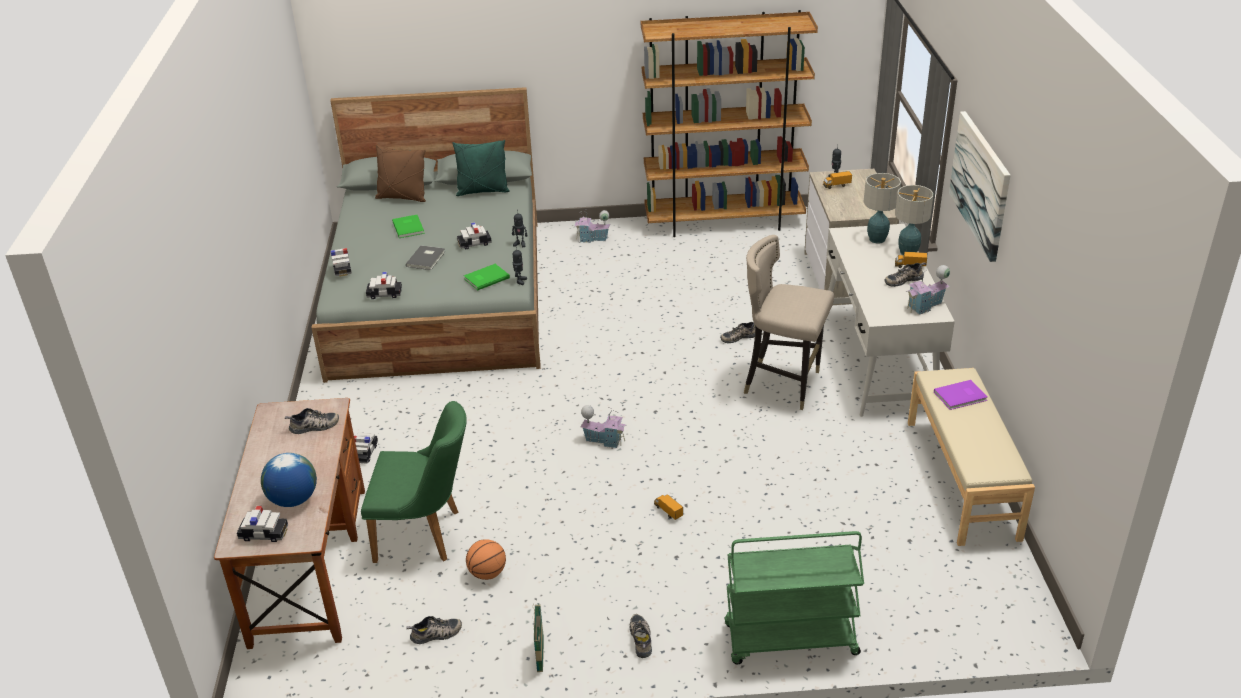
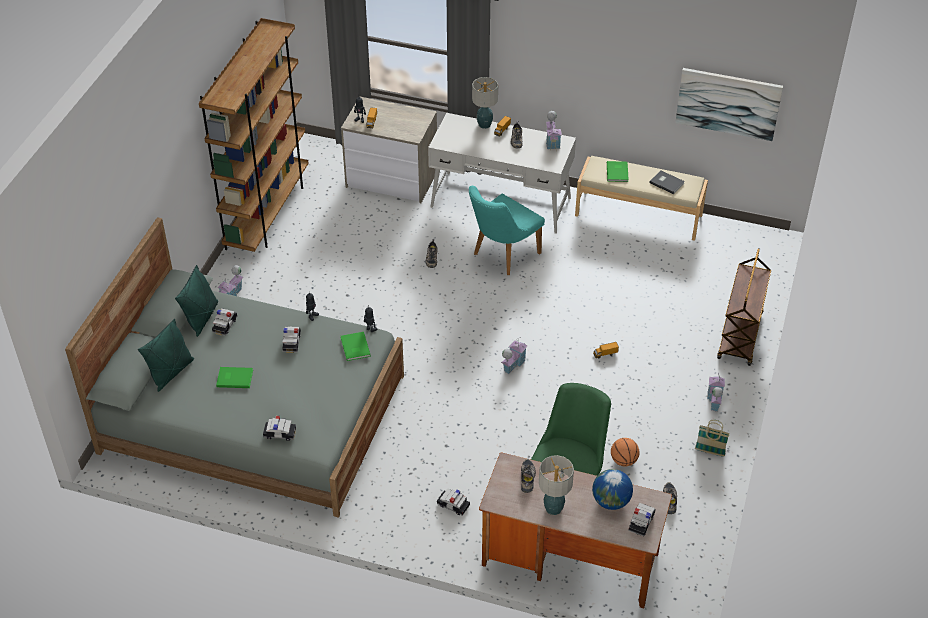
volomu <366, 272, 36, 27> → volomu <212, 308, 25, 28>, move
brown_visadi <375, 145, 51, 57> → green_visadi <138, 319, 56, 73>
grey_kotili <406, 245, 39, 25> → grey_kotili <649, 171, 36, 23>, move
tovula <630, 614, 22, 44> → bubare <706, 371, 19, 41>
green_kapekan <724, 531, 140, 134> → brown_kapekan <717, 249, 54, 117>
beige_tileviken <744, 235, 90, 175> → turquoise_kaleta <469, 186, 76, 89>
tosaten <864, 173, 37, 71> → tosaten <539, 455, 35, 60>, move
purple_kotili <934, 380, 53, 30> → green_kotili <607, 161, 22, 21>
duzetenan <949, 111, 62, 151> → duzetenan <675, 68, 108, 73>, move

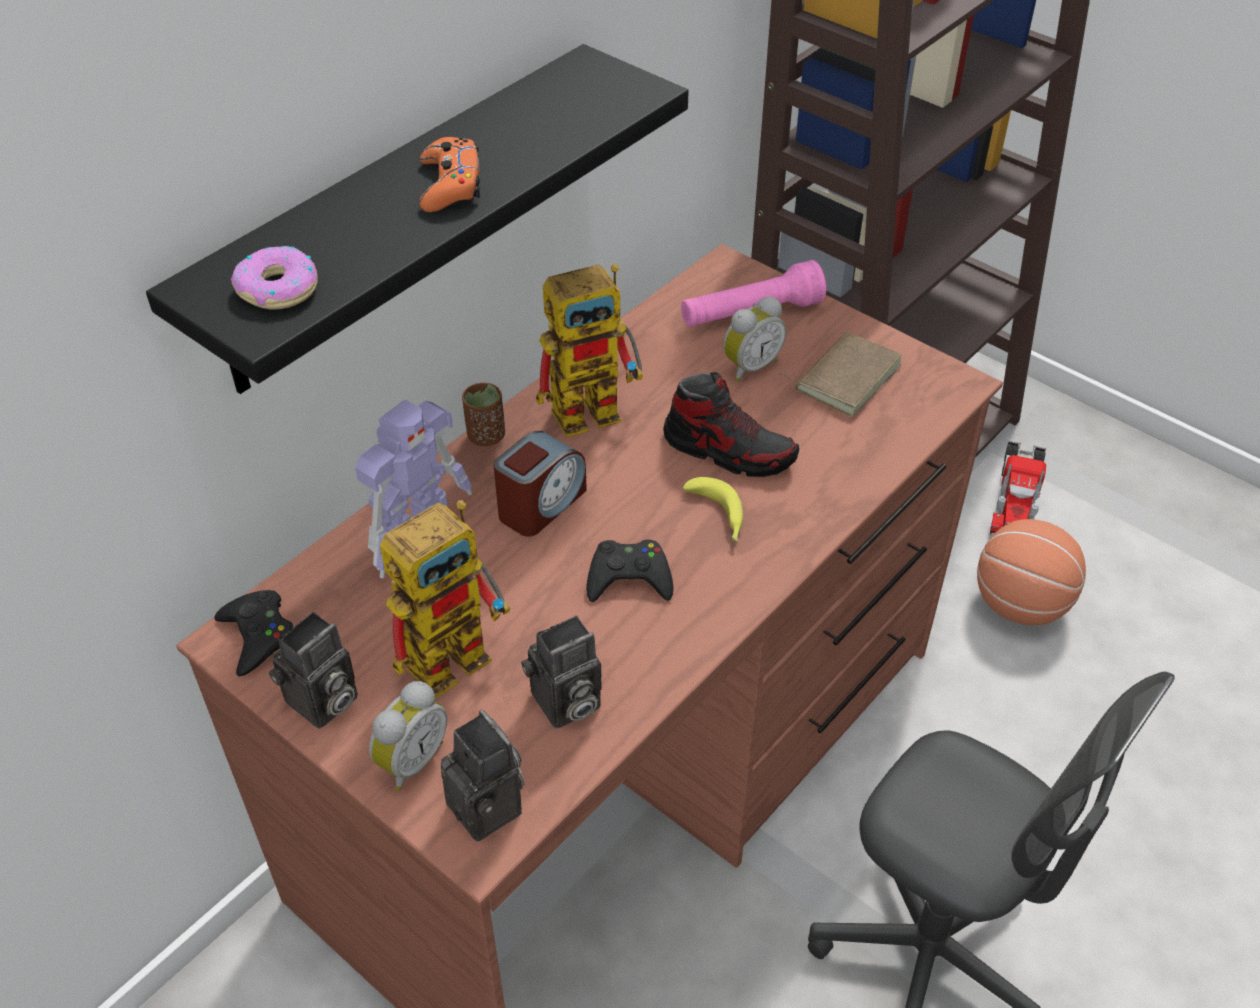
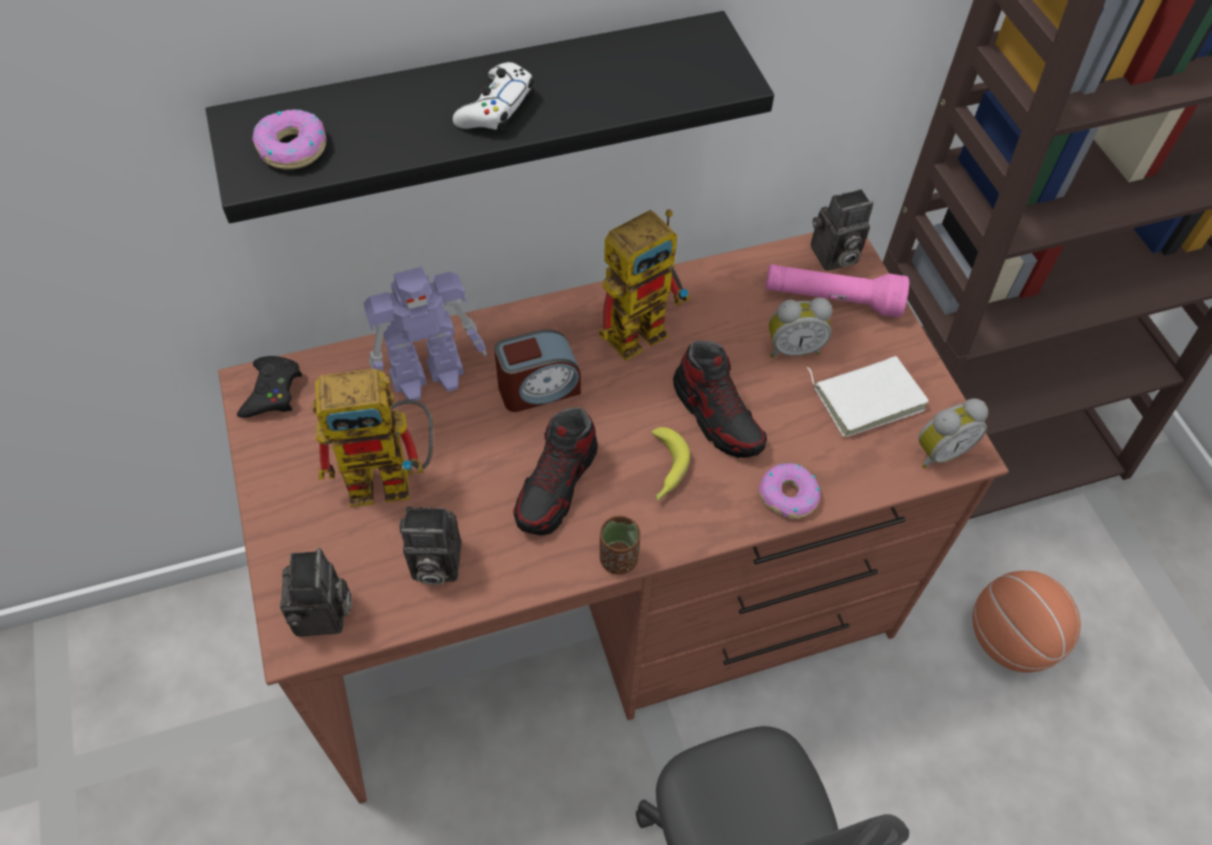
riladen <269, 612, 89, 117> → riladen <811, 189, 63, 82>, move
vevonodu <369, 681, 78, 110> → vevonodu <918, 399, 70, 69>, move
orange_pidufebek <419, 137, 61, 75> → white_pidufebek <453, 62, 81, 69>
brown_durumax <462, 383, 43, 63> → brown_durumax <600, 516, 40, 59>, move
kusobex <536, 264, 107, 173> → kusobex <599, 209, 92, 152>, 45 degrees counterclockwise
black_pidufebek <586, 540, 88, 62> → tovula <513, 407, 85, 128>
brown_kotili <778, 332, 123, 85> → white_kotili <807, 356, 122, 81>
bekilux <990, 441, 56, 96> → -
- → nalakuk <759, 463, 62, 55>

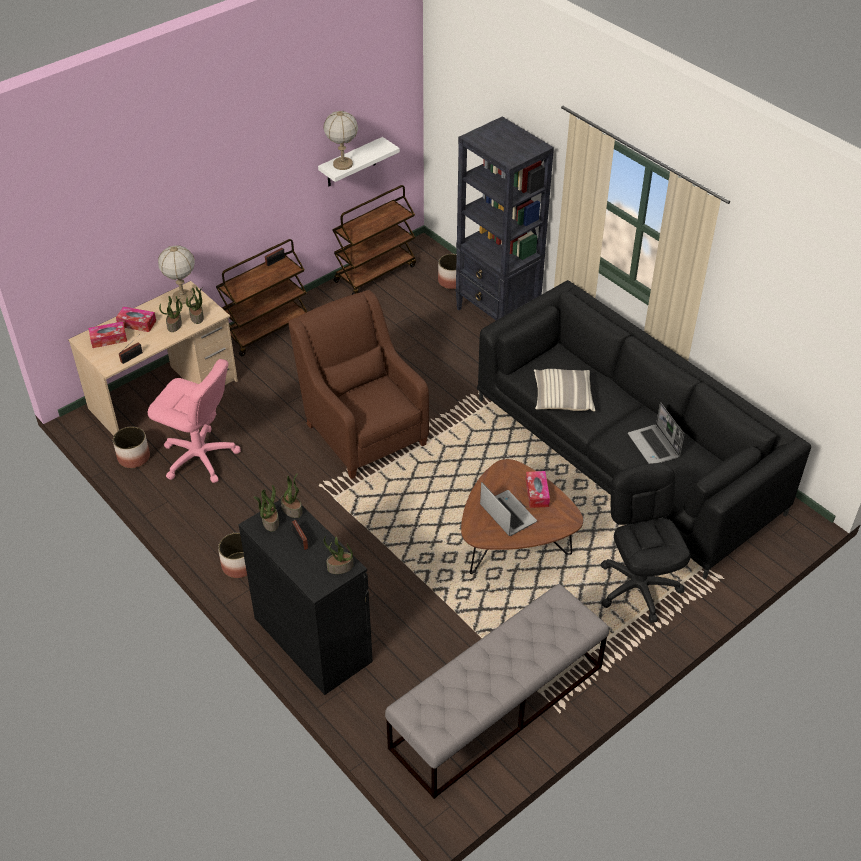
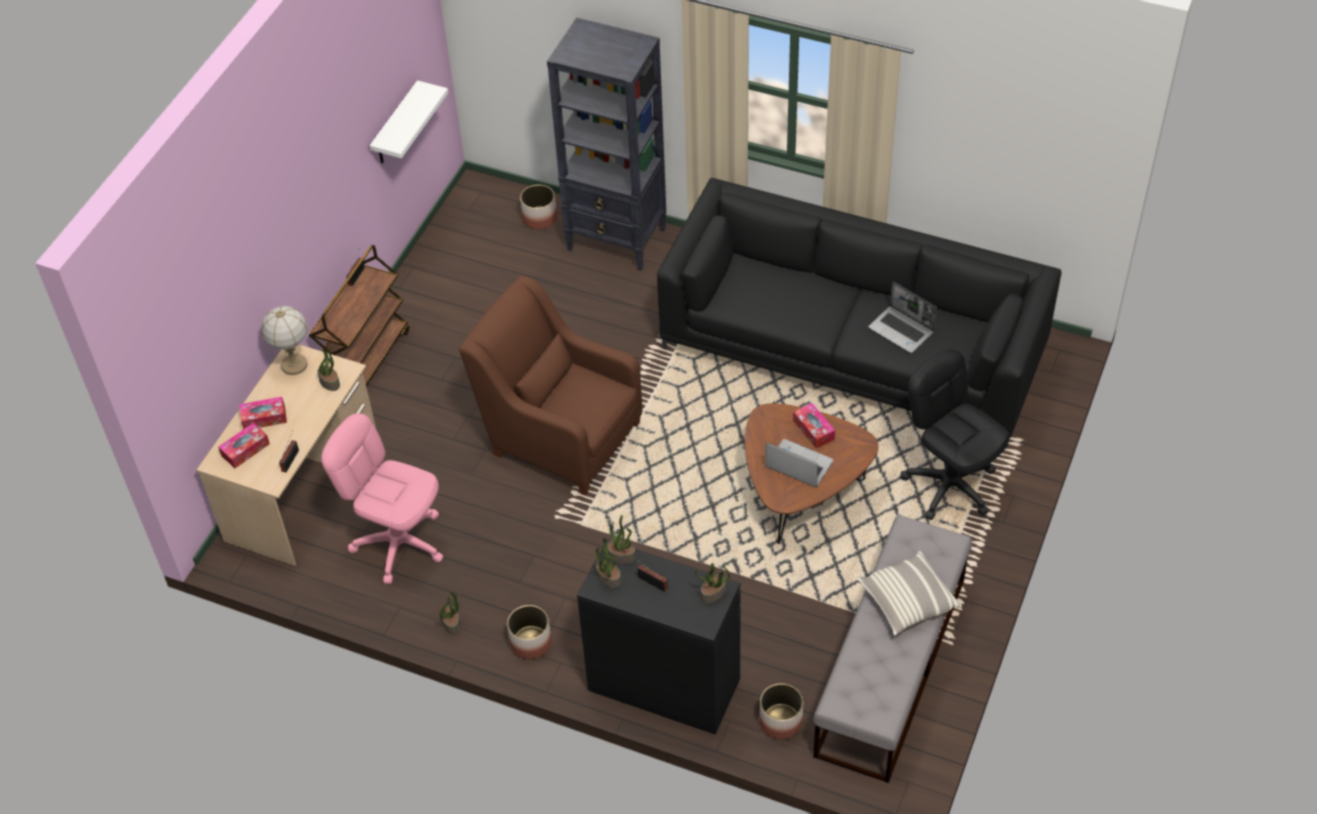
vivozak <113, 426, 37, 42> → vivozak <759, 683, 44, 56>, move
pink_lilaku <148, 359, 93, 124> → pink_lilaku <321, 413, 122, 171>, 150 degrees counterclockwise
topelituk <159, 296, 23, 36> → topelituk <439, 591, 21, 43>, move
tosaten <323, 111, 35, 59> → -
brown_kapekan <333, 185, 83, 110> → -
visadi <534, 369, 61, 42> → visadi <857, 551, 105, 84>, move

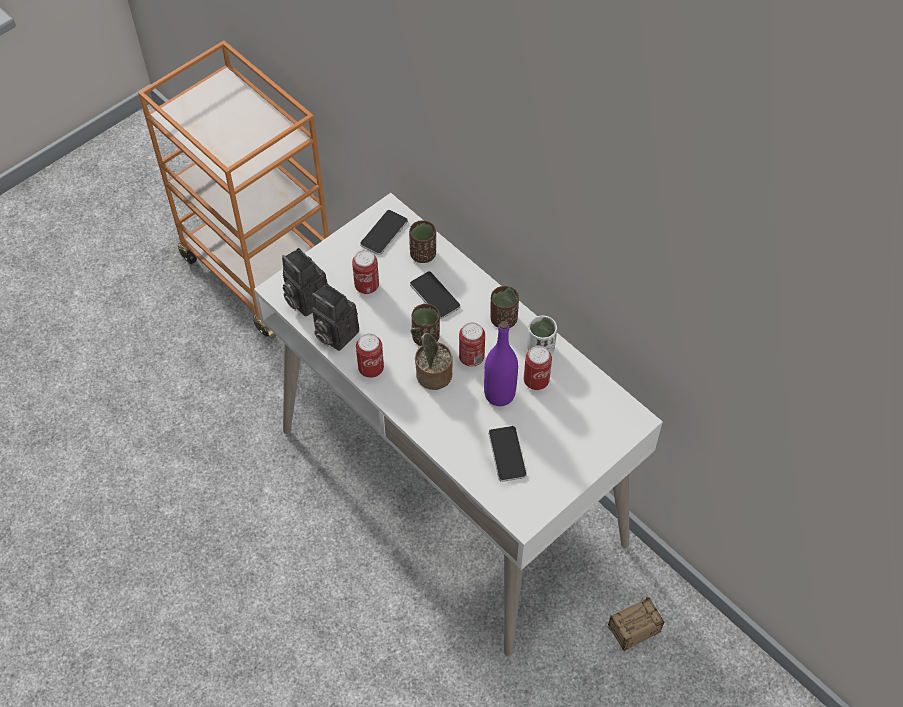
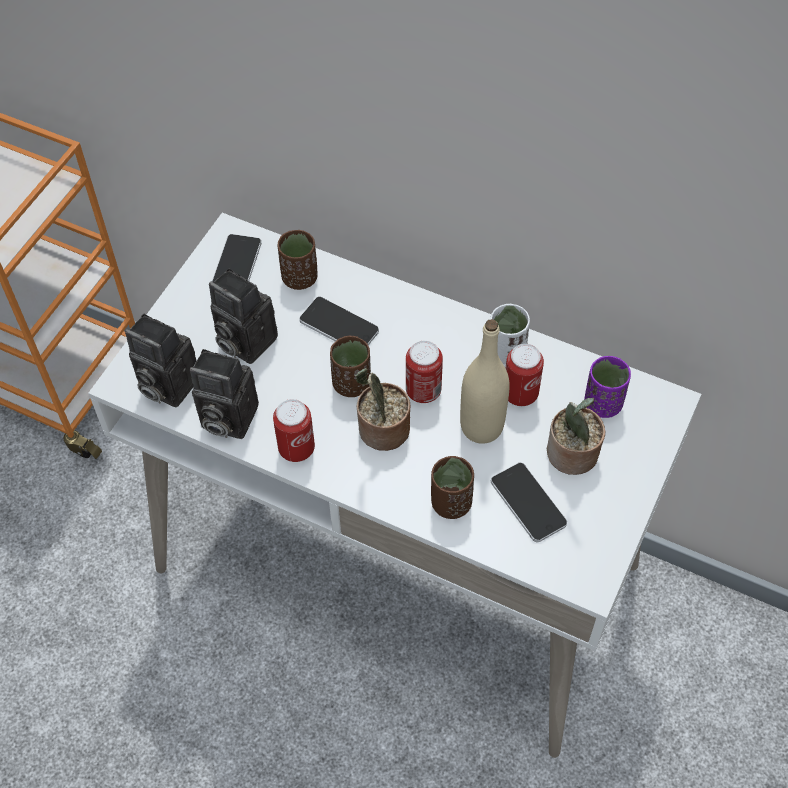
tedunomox <352, 250, 27, 44> → riladen <209, 269, 69, 95>
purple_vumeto <484, 321, 34, 85> → beige_vumeto <460, 319, 49, 125>
brown_durumax <490, 286, 29, 42> → brown_durumax <431, 456, 43, 63>, move
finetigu <573, 597, 91, 54> → -
- → topelituk <547, 398, 58, 77>
- → purple_durumax <584, 356, 47, 62>

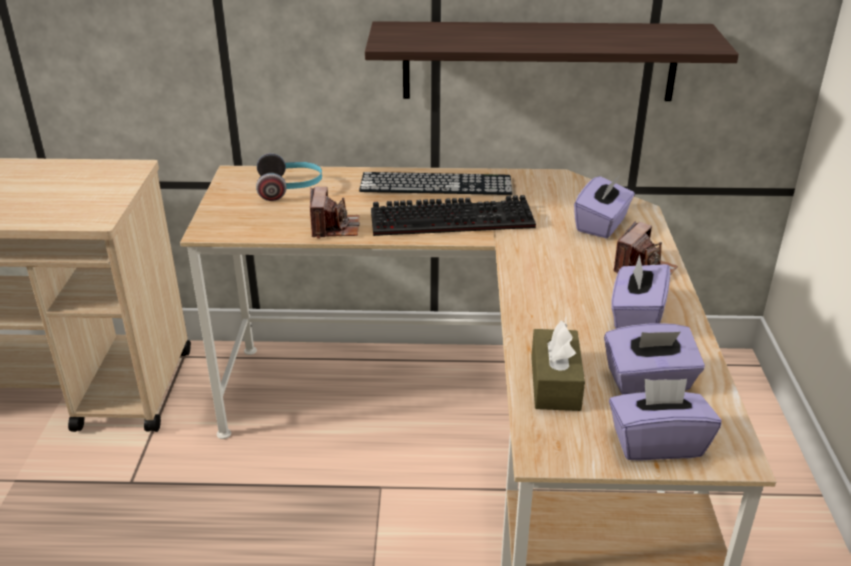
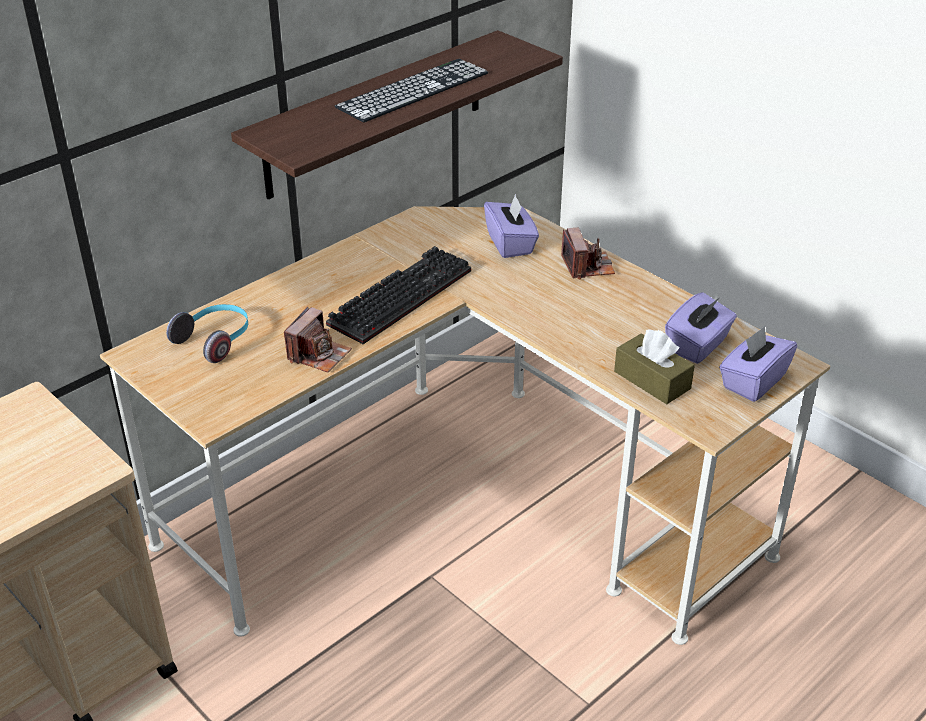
riladen <310, 187, 50, 52> → riladen <284, 307, 68, 66>, 75 degrees clockwise
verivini <359, 172, 153, 23> → verivini <335, 59, 153, 64>, move
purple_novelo <611, 254, 60, 75> → -

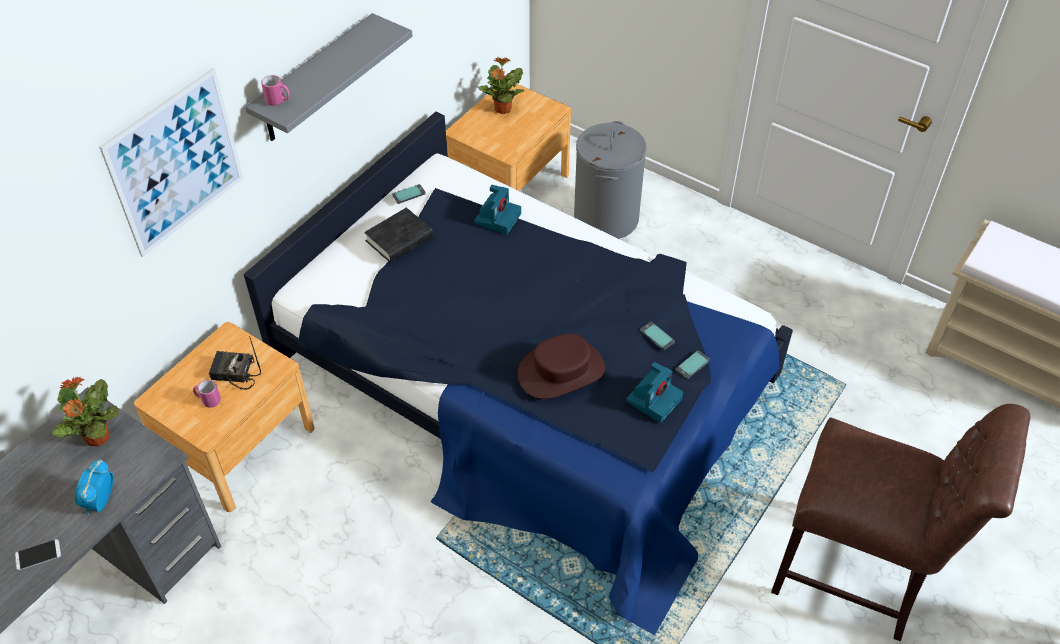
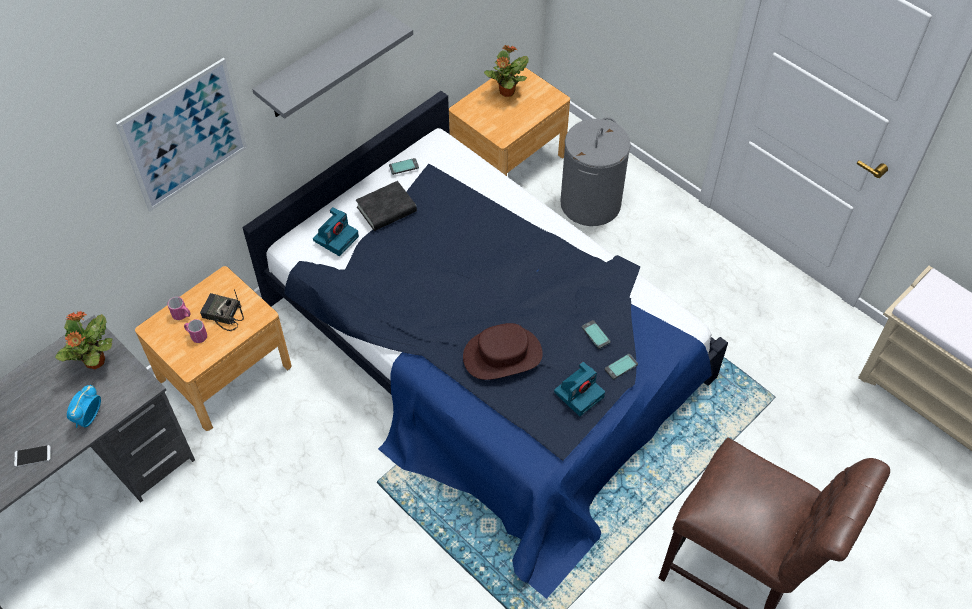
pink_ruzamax <261, 75, 29, 31> → pink_ruzamax <168, 297, 23, 23>, move
riladen <474, 185, 47, 50> → riladen <313, 207, 46, 49>, move

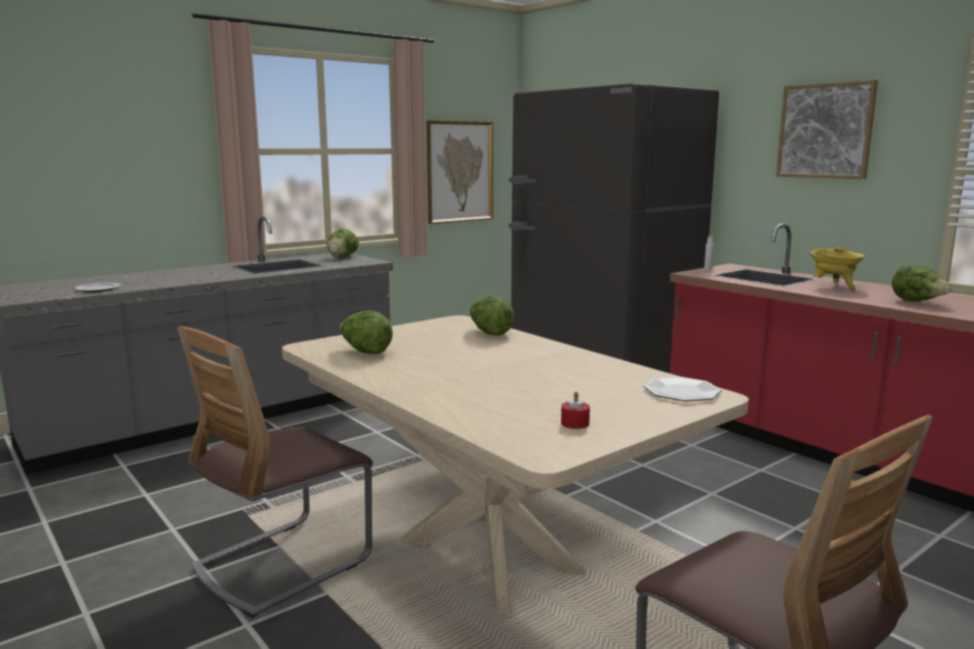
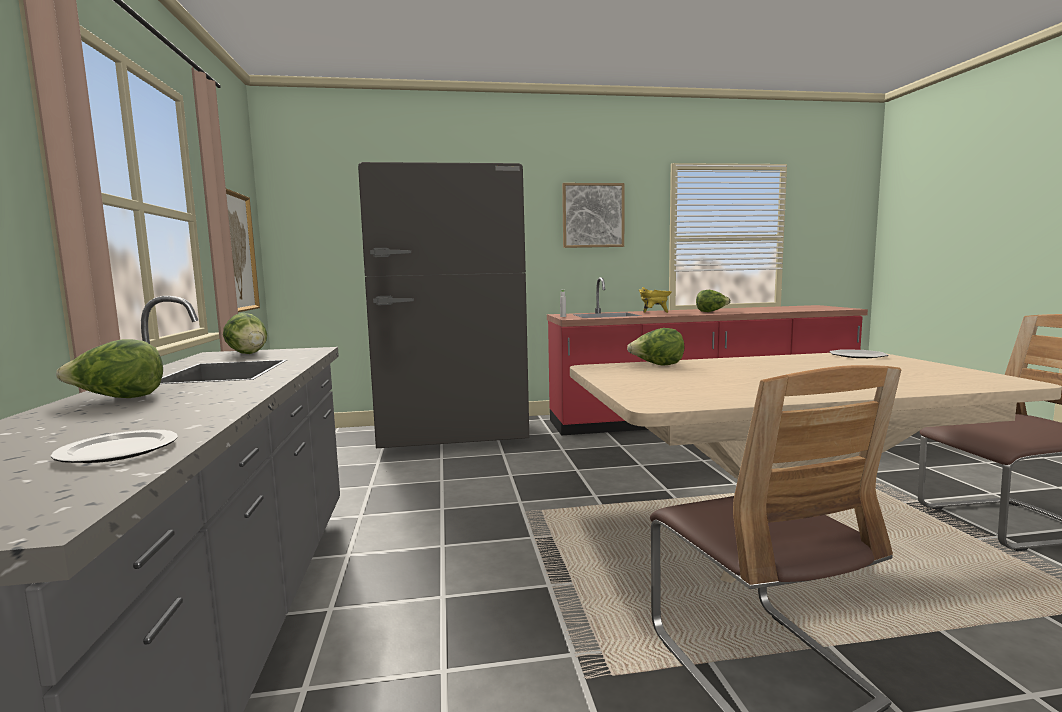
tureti <340, 310, 53, 44> → tureti <56, 339, 107, 59>, move
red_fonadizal <561, 391, 29, 38> → -

